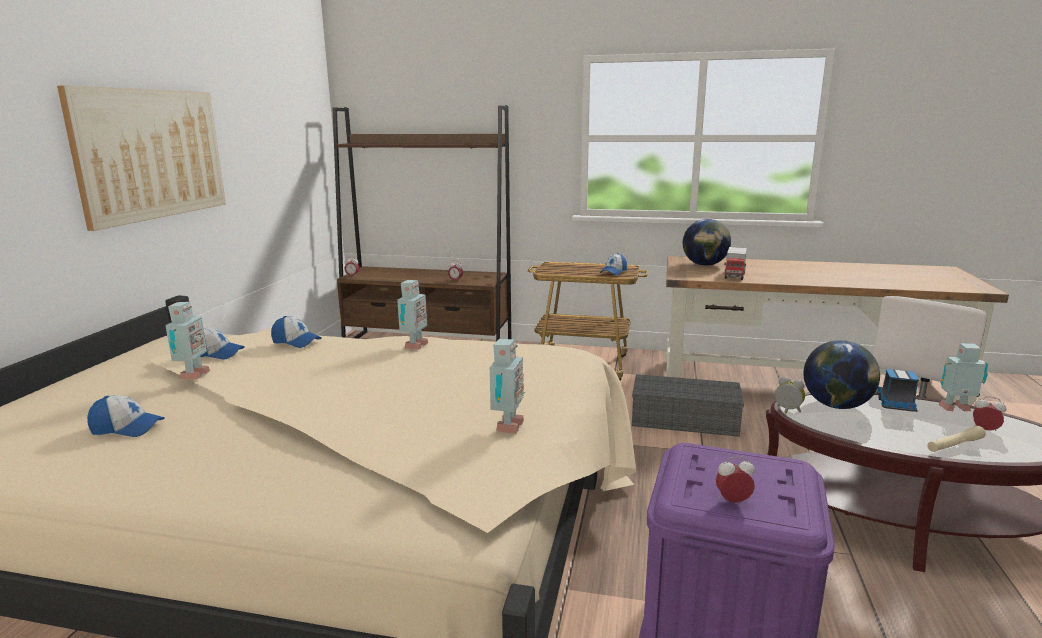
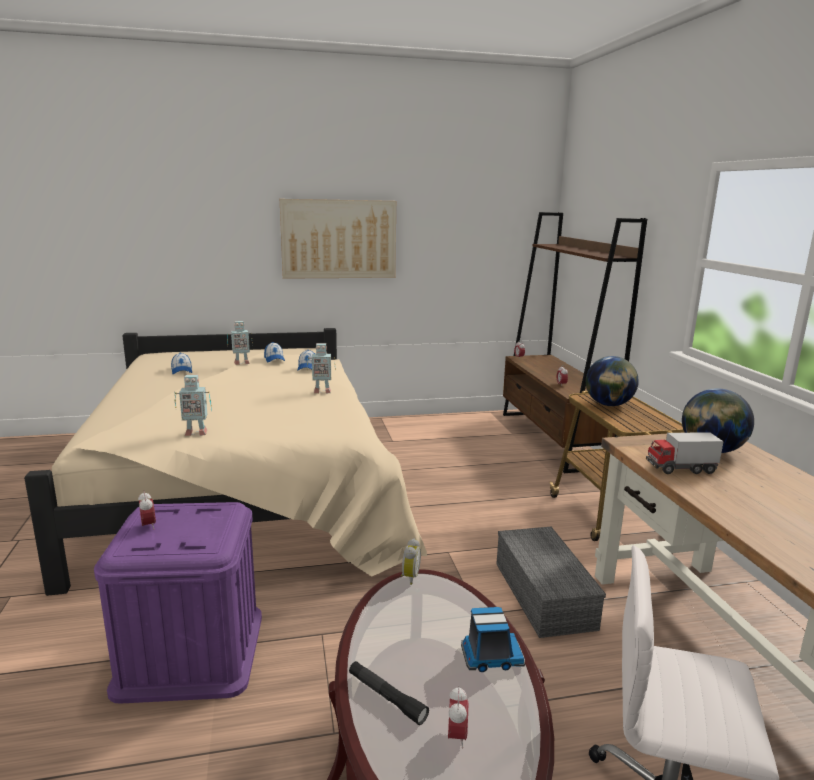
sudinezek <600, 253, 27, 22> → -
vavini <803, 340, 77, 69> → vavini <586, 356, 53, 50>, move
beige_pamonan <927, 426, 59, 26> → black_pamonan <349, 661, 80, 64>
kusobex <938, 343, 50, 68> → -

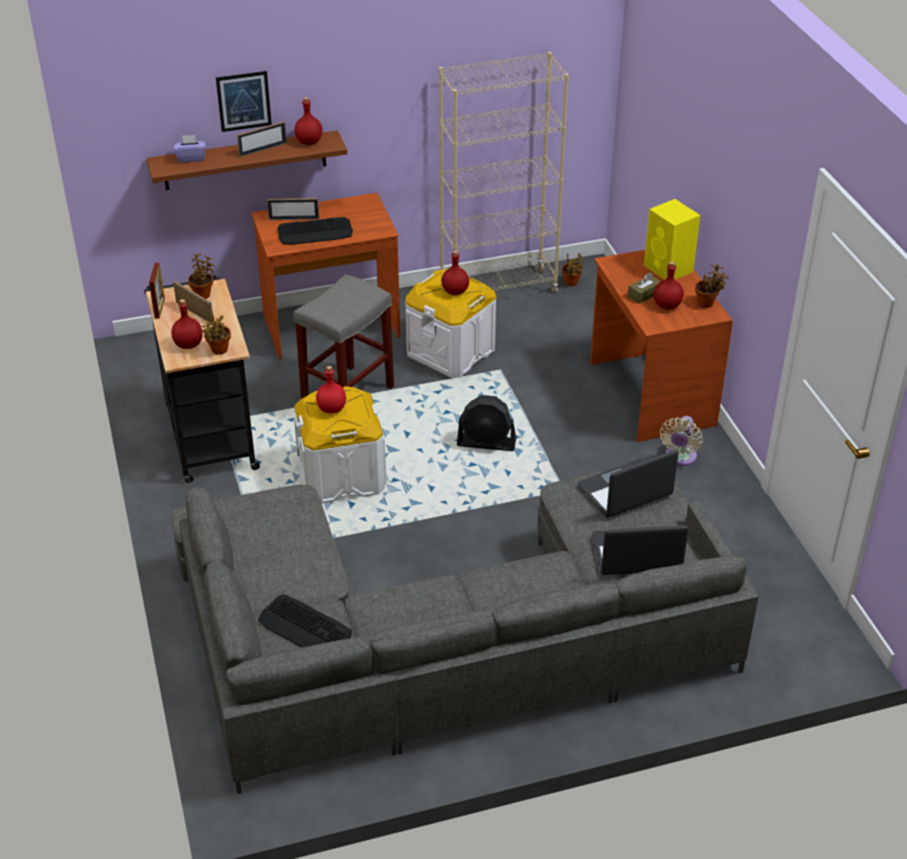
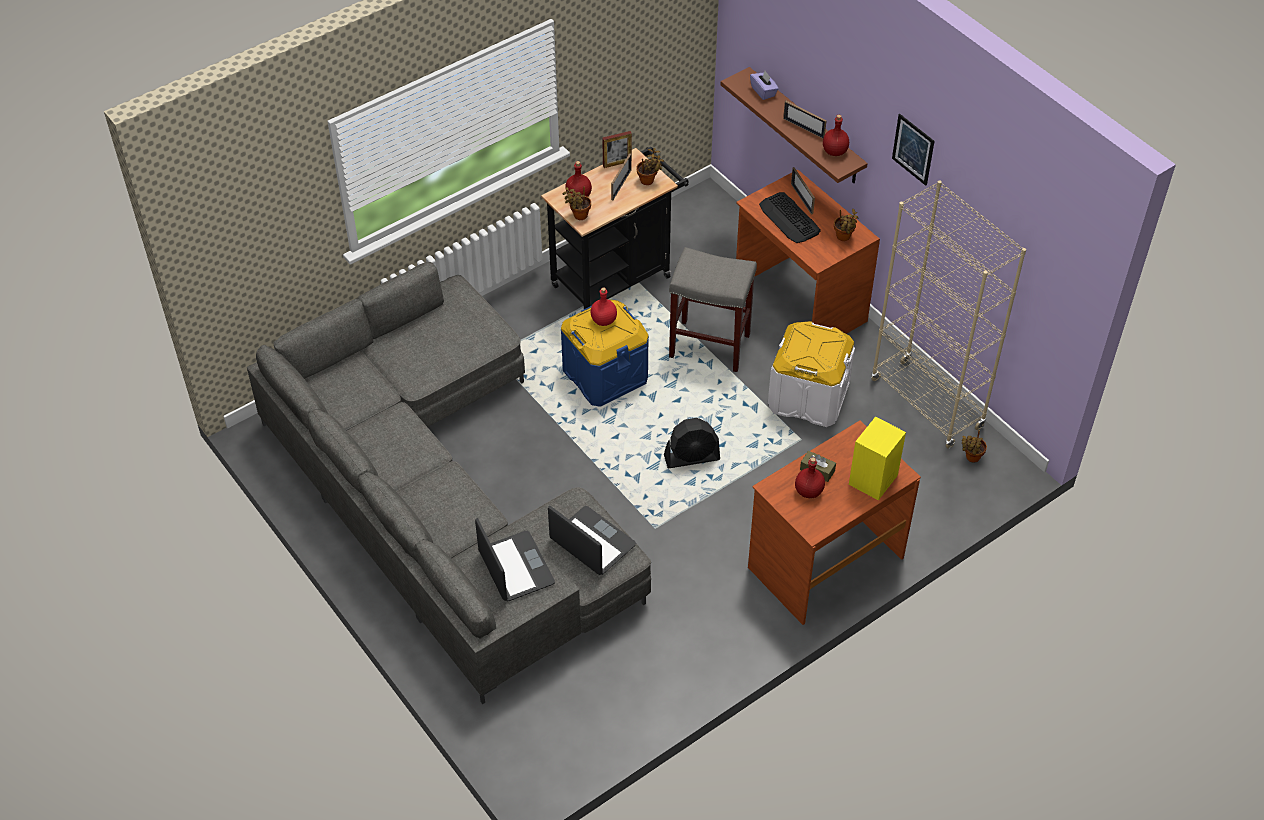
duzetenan <216, 71, 56, 61> → duzetenan <892, 114, 43, 72>, move
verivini <258, 594, 94, 54> → -
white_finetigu <293, 386, 94, 117> → blue_finetigu <561, 299, 88, 108>
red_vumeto <441, 250, 28, 45> → -
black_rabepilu <457, 395, 59, 56> → black_rabepilu <664, 418, 56, 50>, 90 degrees counterclockwise
beige_rabepilu <660, 416, 42, 50> → -
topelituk <695, 264, 34, 44> → topelituk <834, 209, 25, 32>, move

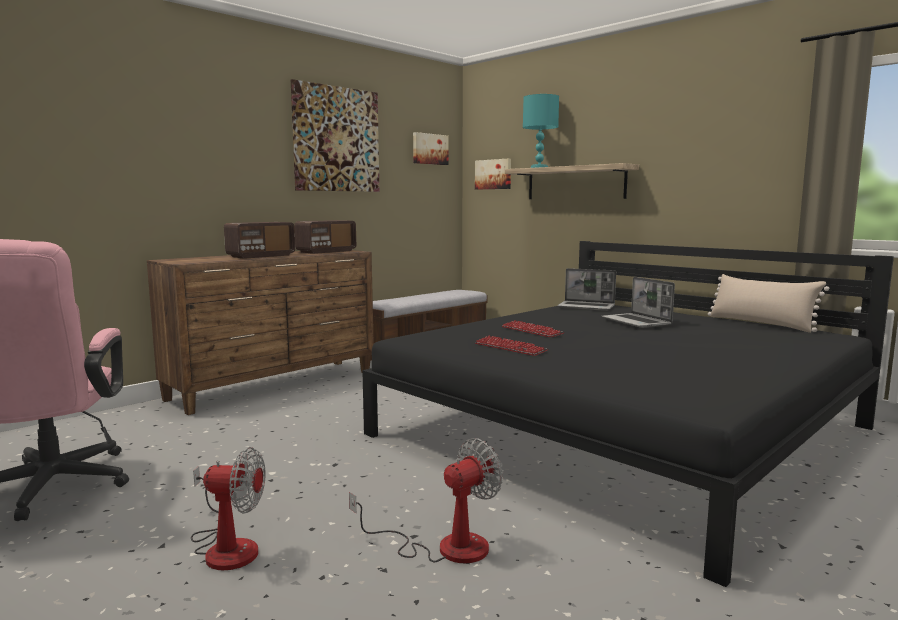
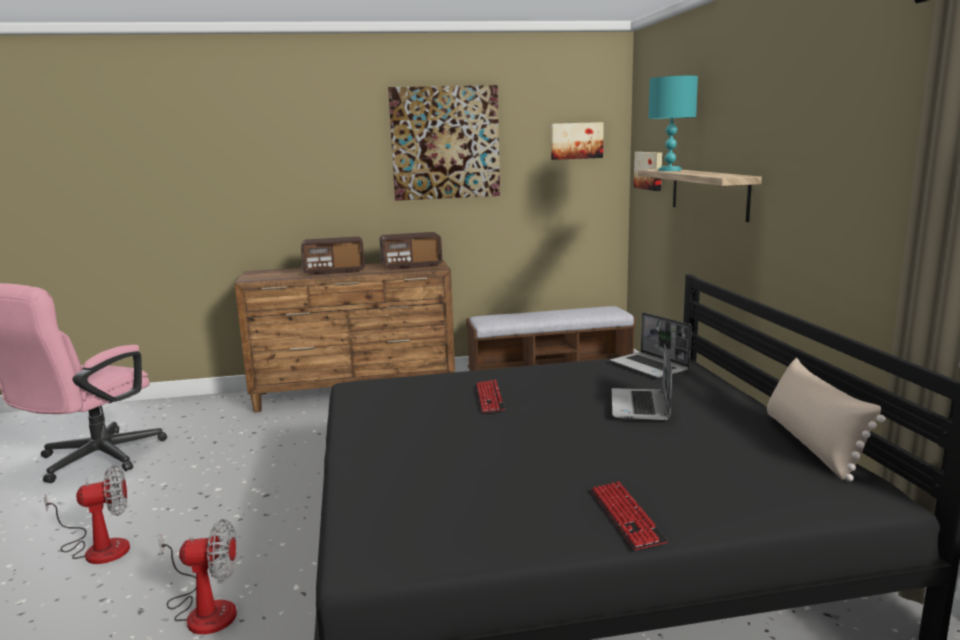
rabepilu <191, 447, 74, 123> → rabepilu <44, 465, 86, 99>, 60 degrees counterclockwise
verivini <475, 336, 73, 20> → verivini <591, 481, 77, 69>, move

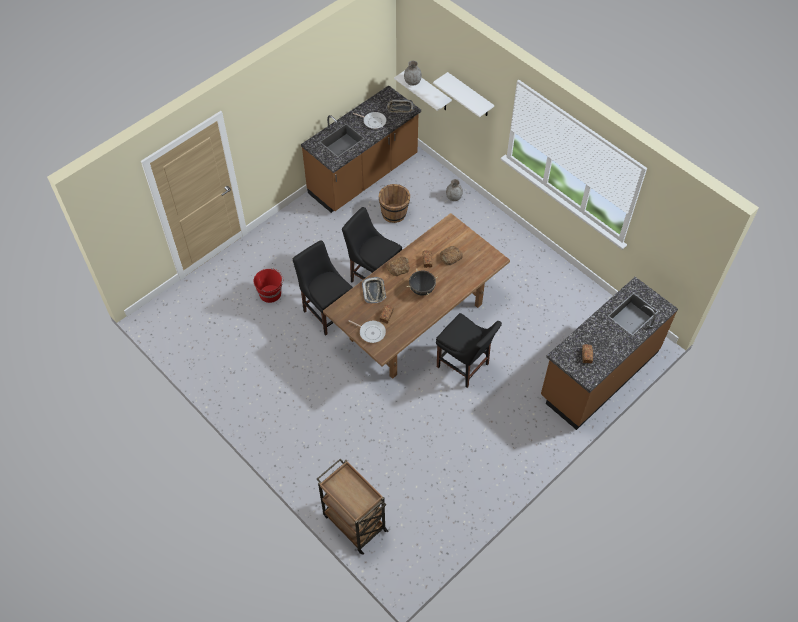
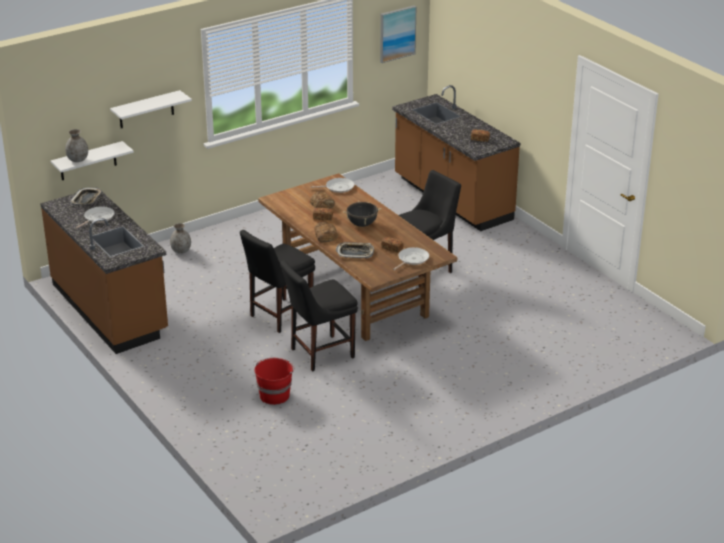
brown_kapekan <317, 458, 72, 97> → -
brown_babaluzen <379, 184, 31, 39> → -
- → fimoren <310, 178, 44, 15>
- → duzetenan <380, 5, 37, 58>

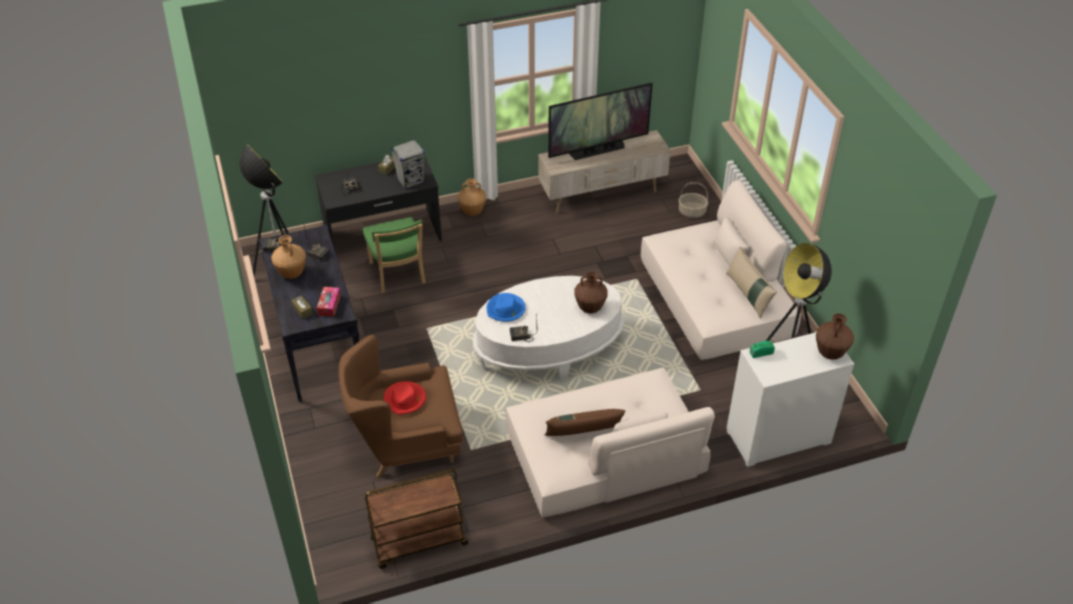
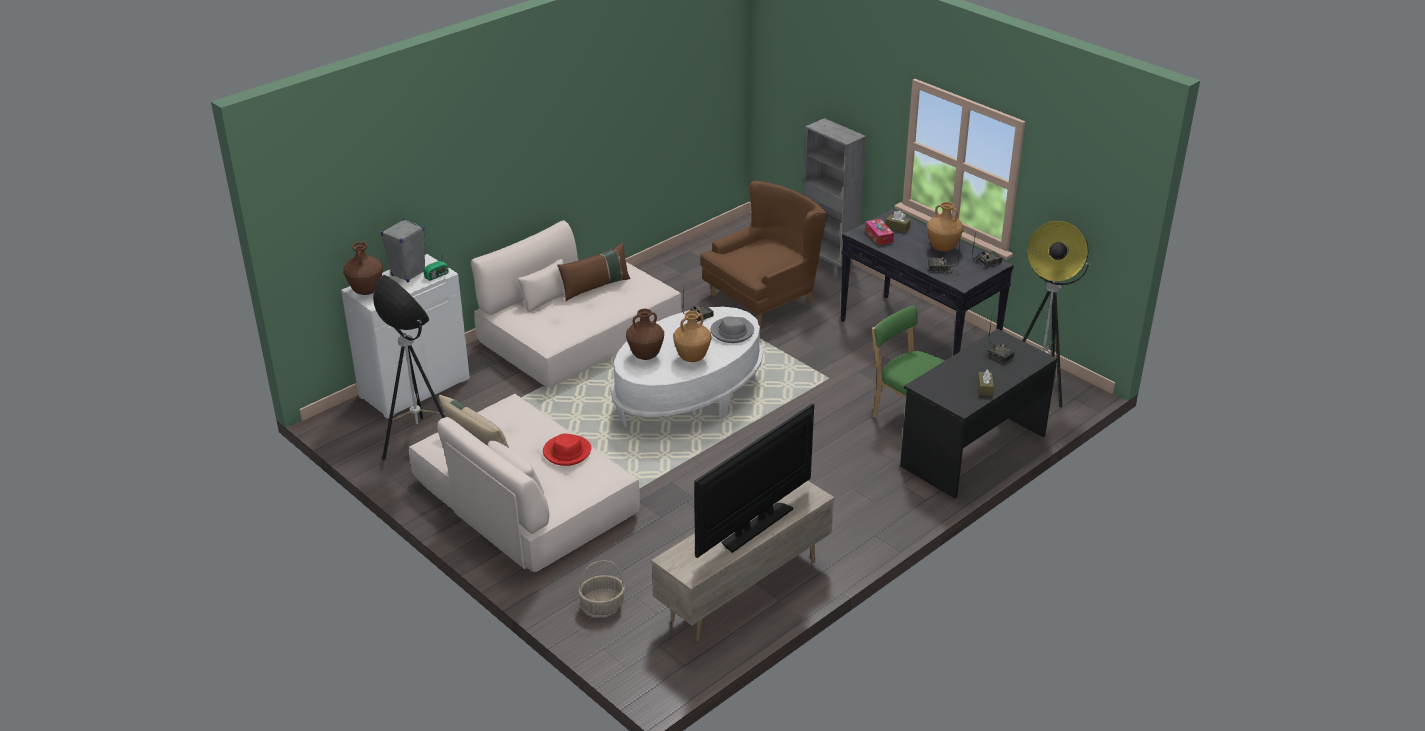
brown_kapekan <364, 469, 104, 100> → -
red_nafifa <384, 381, 42, 34> → red_nafifa <543, 433, 49, 33>, move
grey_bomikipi <391, 139, 34, 50> → grey_bomikipi <380, 219, 45, 63>, move
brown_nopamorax <458, 179, 28, 37> → brown_nopamorax <673, 311, 38, 51>, move
blue_nafifa <487, 293, 39, 29> → grey_nafifa <710, 316, 44, 27>
- → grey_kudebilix <803, 118, 63, 160>

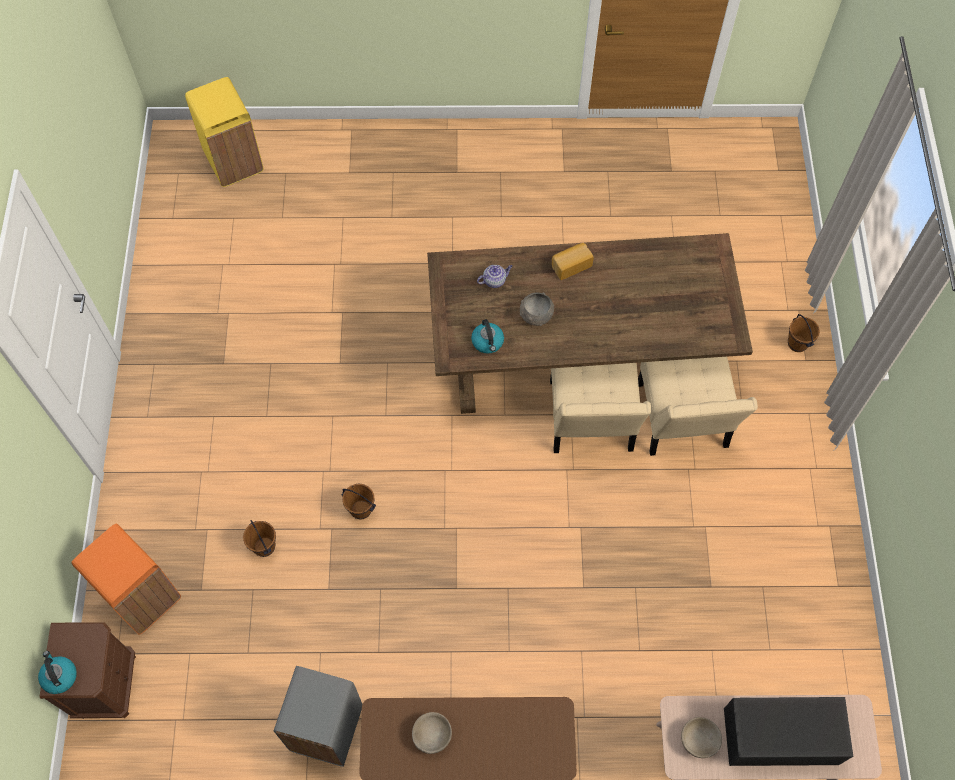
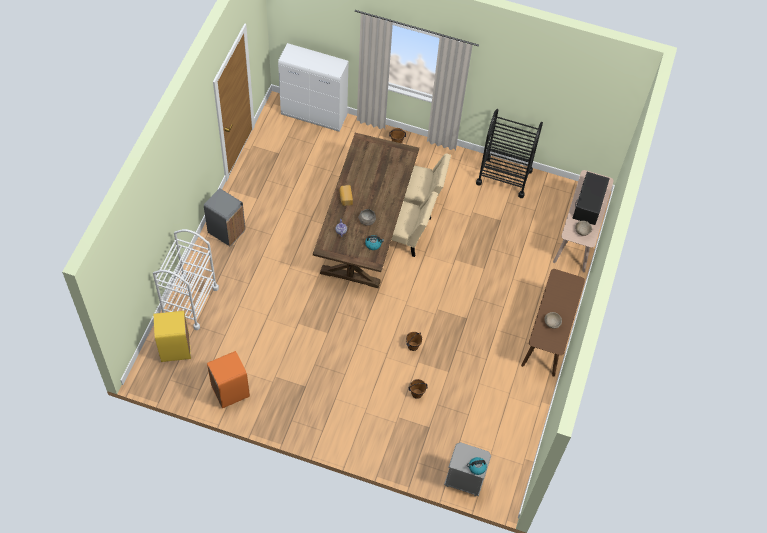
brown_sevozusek <40, 622, 96, 97> → grey_sevozusek <444, 442, 47, 54>
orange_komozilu <71, 524, 110, 111> → orange_komozilu <207, 351, 43, 58>, move
grey_komozilu <274, 666, 88, 101> → grey_komozilu <204, 188, 41, 58>, move
- → white_kapekan <153, 229, 66, 101>
- → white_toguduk <278, 43, 71, 89>
- → black_kapekan <476, 109, 67, 89>

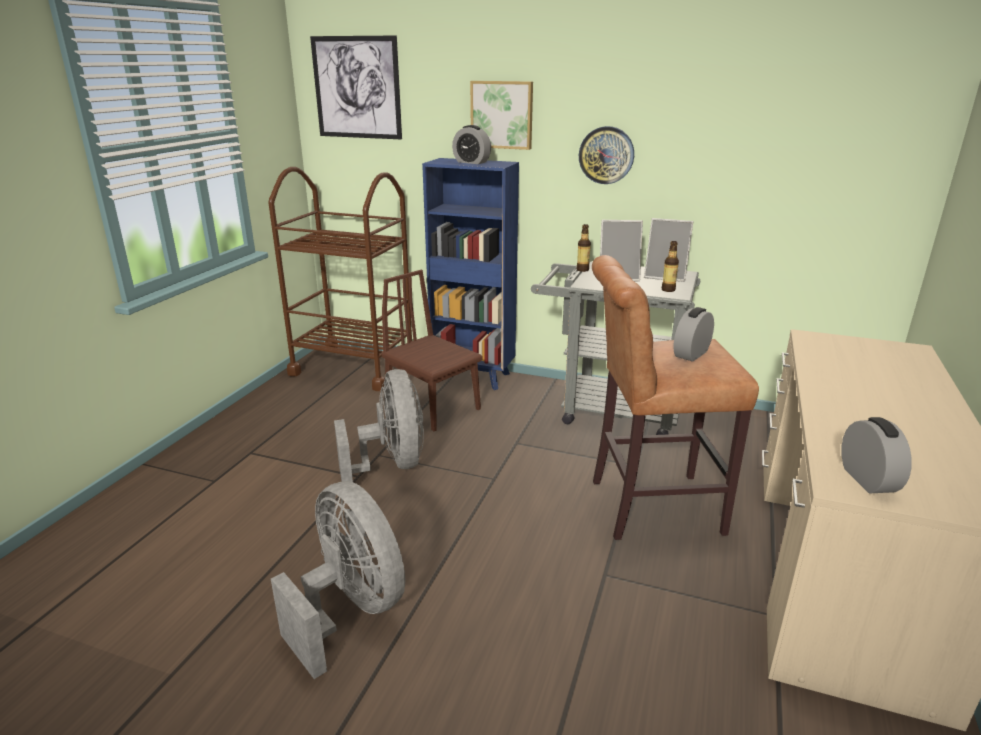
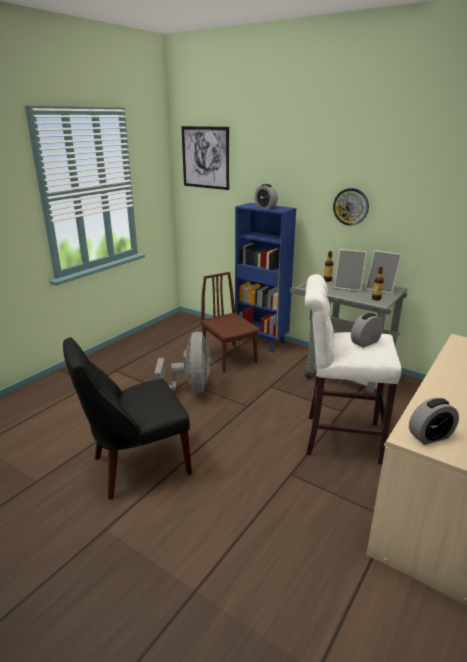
brown_kapekan <268, 167, 144, 224> → -
grey_rabepilu <271, 481, 134, 198> → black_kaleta <63, 337, 129, 163>
duzetenan <470, 81, 63, 69> → -
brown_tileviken <592, 255, 167, 285> → white_tileviken <304, 274, 97, 191>
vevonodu <841, 417, 71, 76> → vevonodu <409, 398, 50, 47>, 60 degrees clockwise

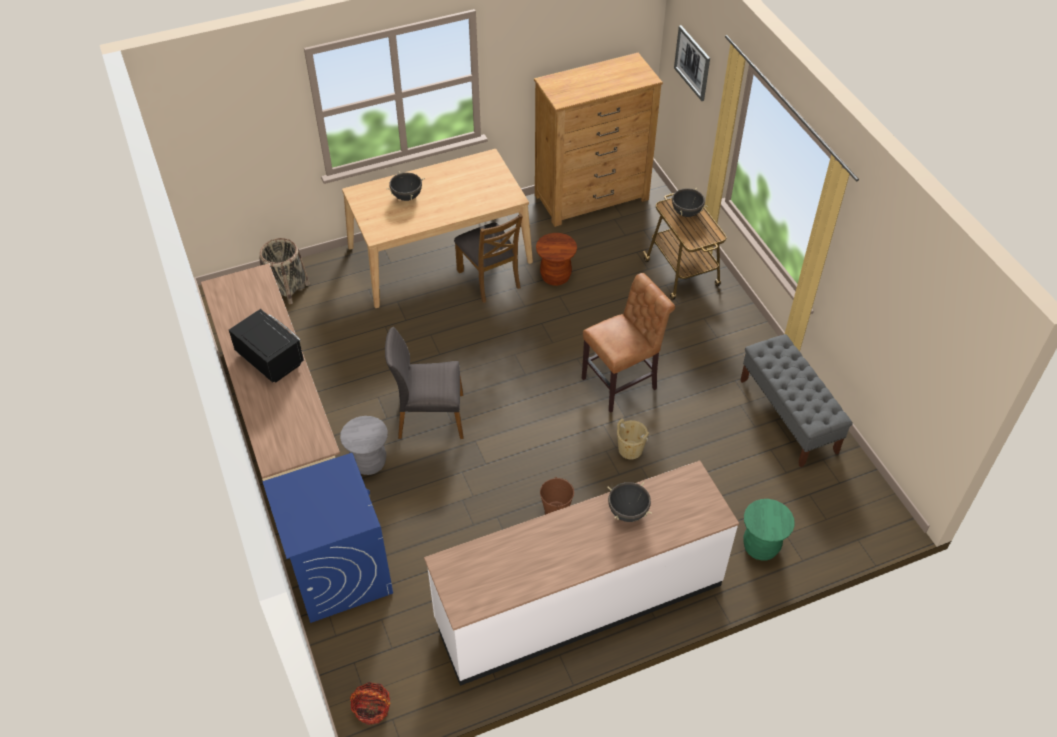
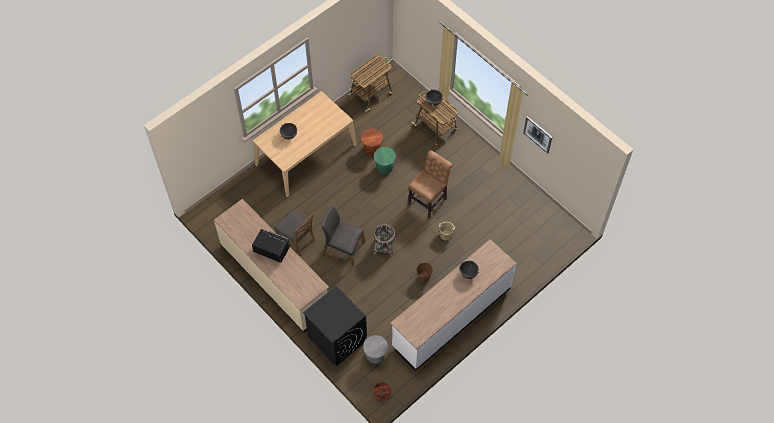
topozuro <259, 238, 51, 66> → topozuro <374, 224, 21, 32>, move
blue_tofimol <262, 453, 131, 170> → black_tofimol <303, 286, 64, 80>
grey_tileviken <340, 416, 48, 59> → grey_tileviken <363, 335, 25, 29>, move
grey_kaleta <385, 327, 79, 112> → grey_kaleta <321, 206, 44, 61>, 45 degrees clockwise
brown_kaleta <454, 214, 69, 89> → brown_kaleta <274, 210, 42, 47>, move
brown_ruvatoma <534, 53, 129, 174> → kapekan <348, 55, 45, 57>
duzetenan <674, 25, 36, 76> → duzetenan <523, 116, 29, 38>, move
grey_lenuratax <740, 334, 113, 134> → -
green_tileviken <743, 499, 52, 62> → green_tileviken <374, 147, 22, 28>, move

